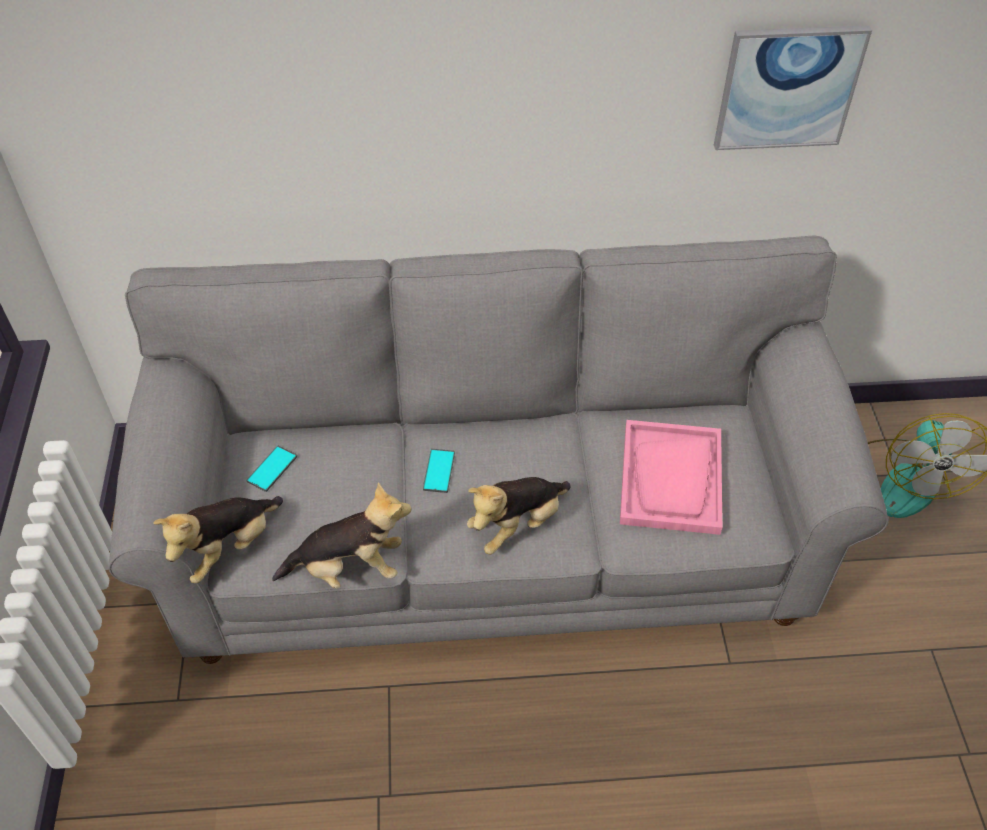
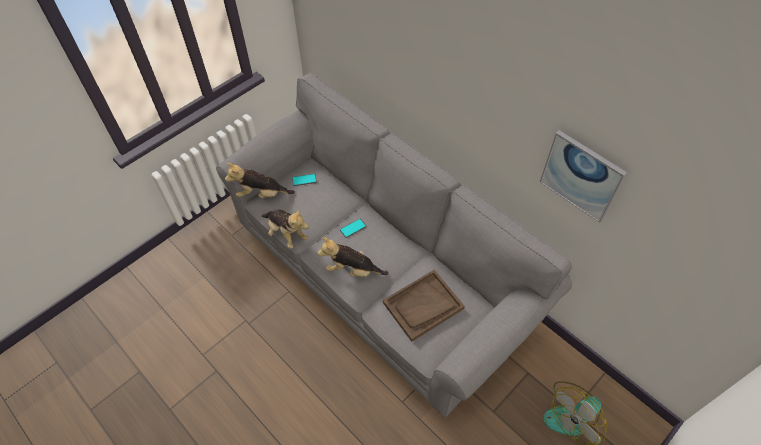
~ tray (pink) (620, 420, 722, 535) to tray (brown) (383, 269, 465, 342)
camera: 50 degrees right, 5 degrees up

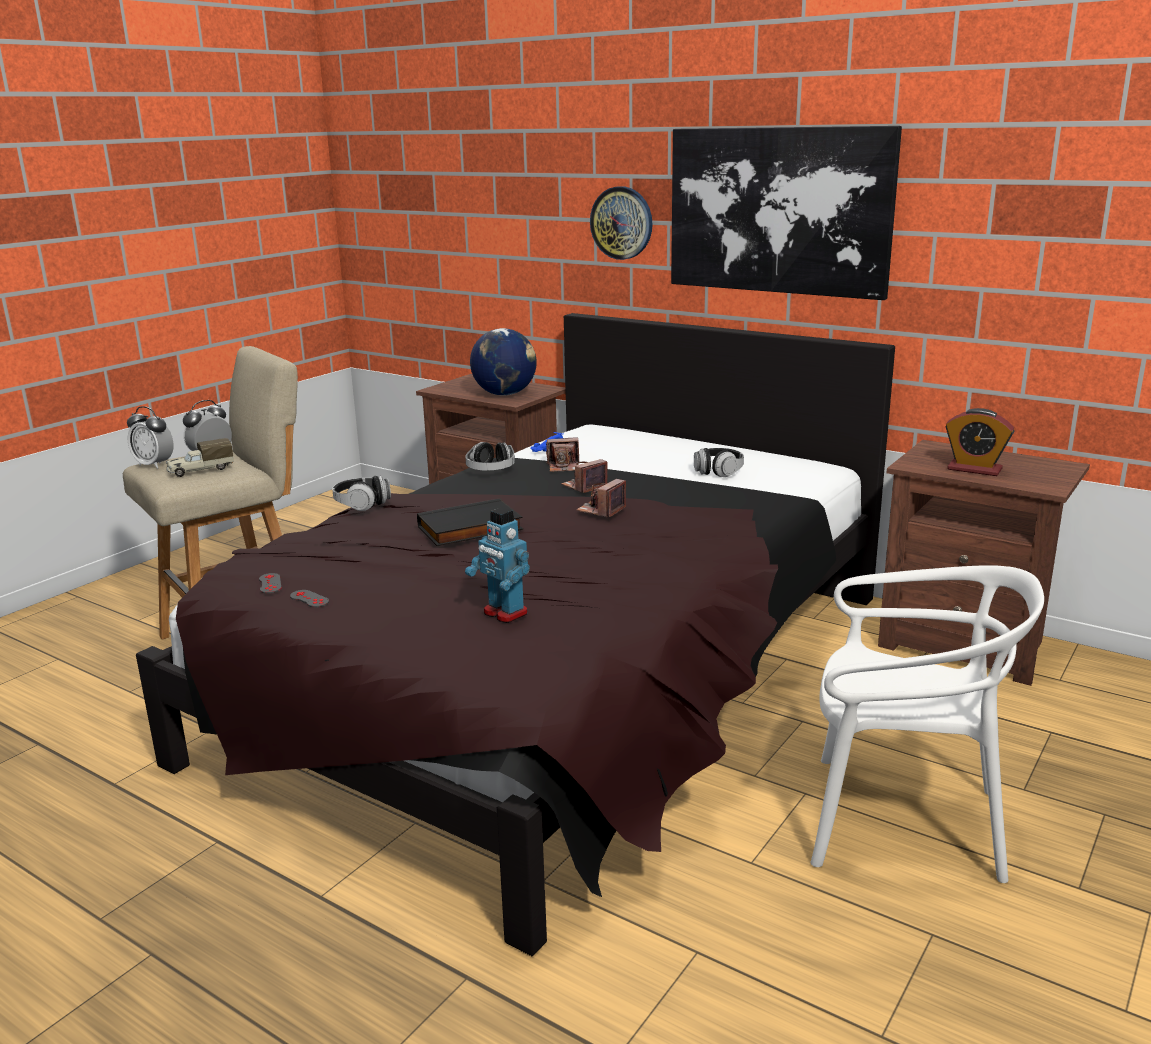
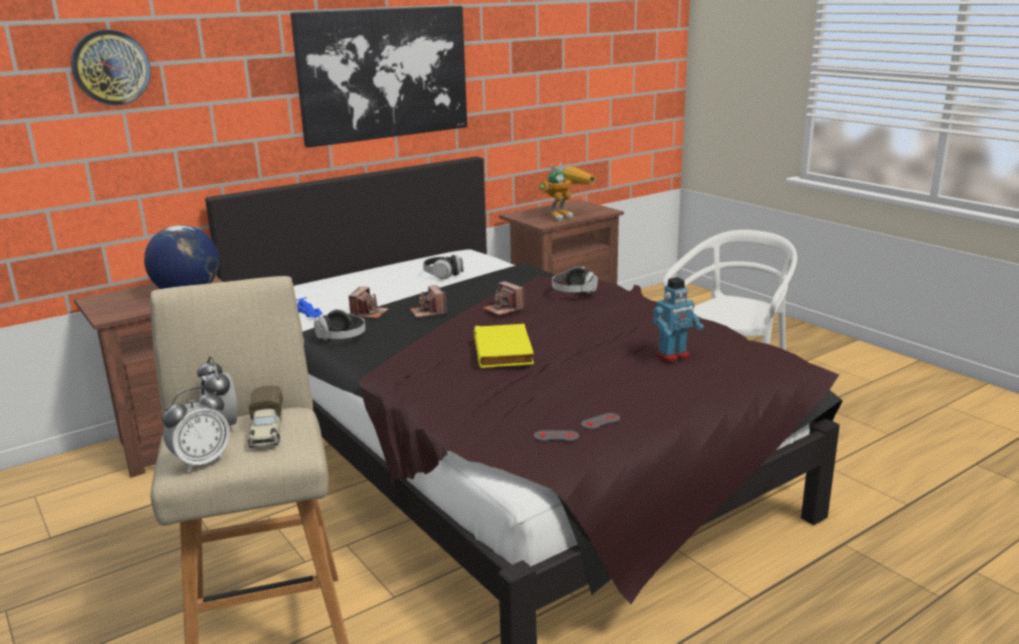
~ headphones (332, 476, 391, 511) to (552, 267, 598, 294)
~ wall clock (590, 186, 653, 260) to (71, 29, 151, 106)
~ alarm clock (946, 408, 1014, 476) to toy robot (539, 163, 596, 221)
~ book (black) (417, 498, 523, 546) to book (yellow) (474, 324, 534, 368)
camera: 70 degrees left, 0 degrees up

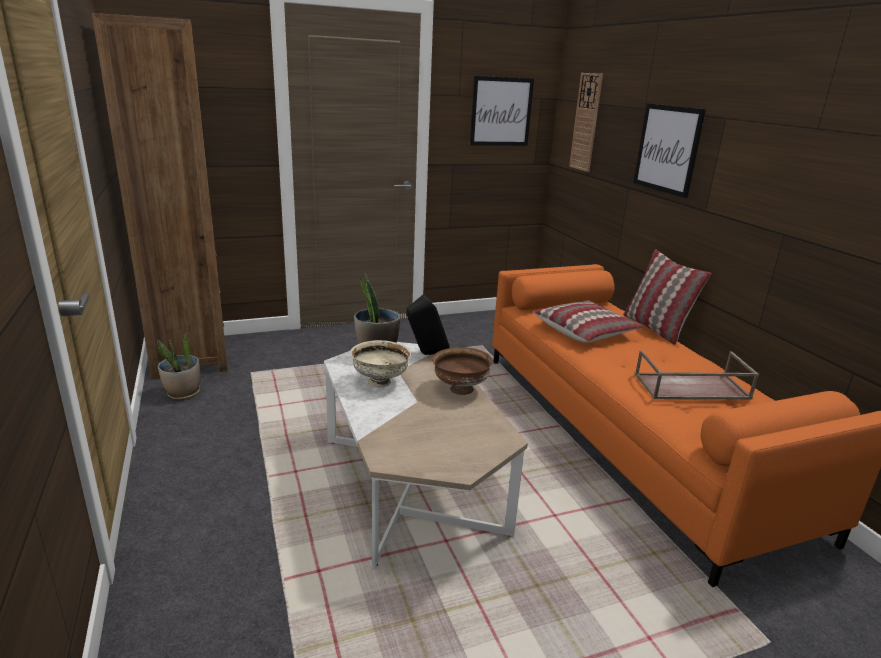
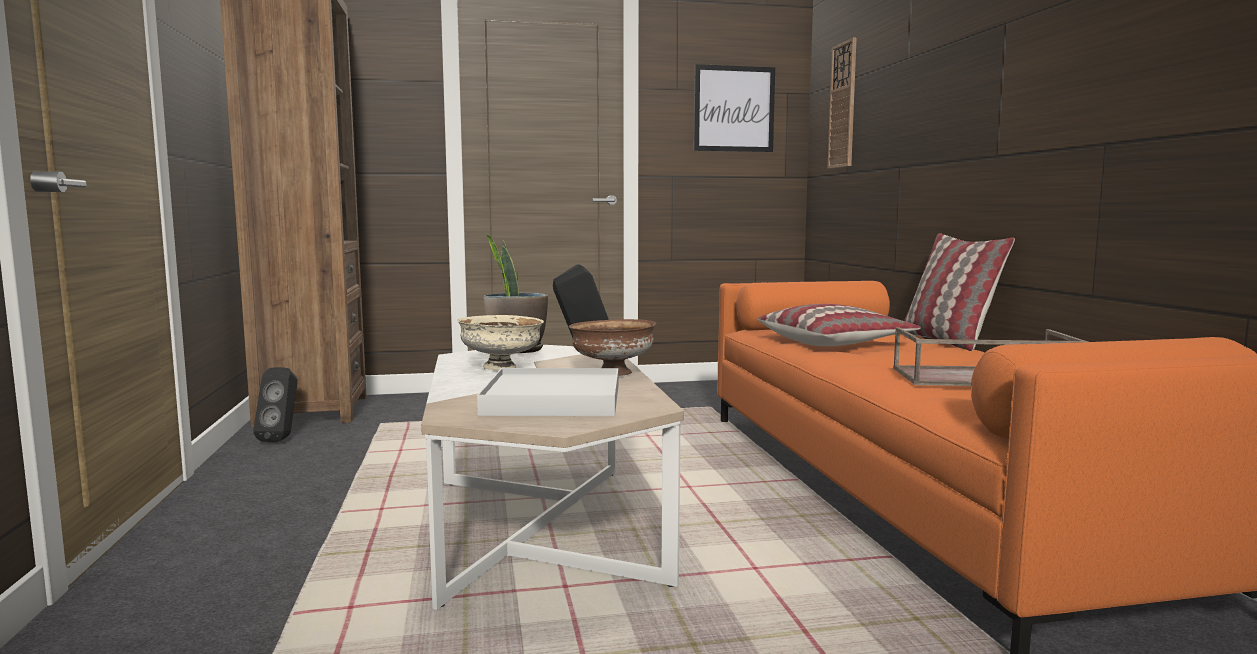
- picture (633, 103, 706, 198)
+ tray (white) (477, 368, 618, 416)
~ potted plant (157, 333, 201, 400) to speaker (black) (253, 367, 298, 442)
camera: 10 degrees right, 15 degrees down

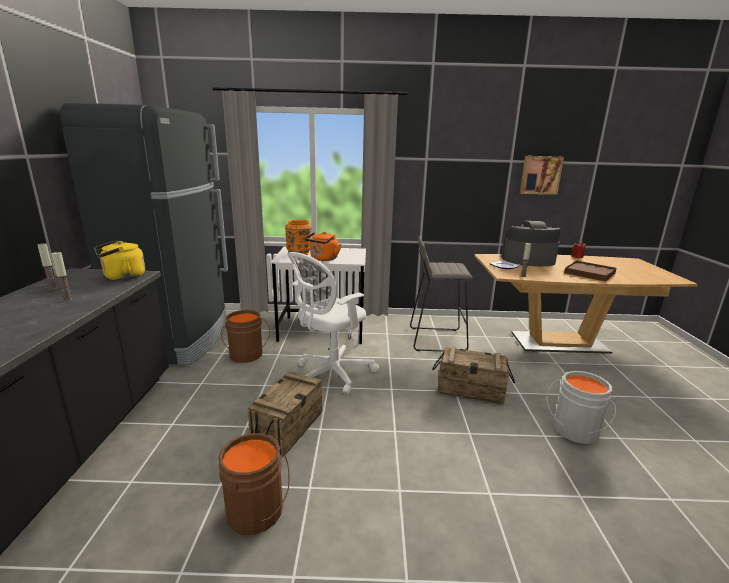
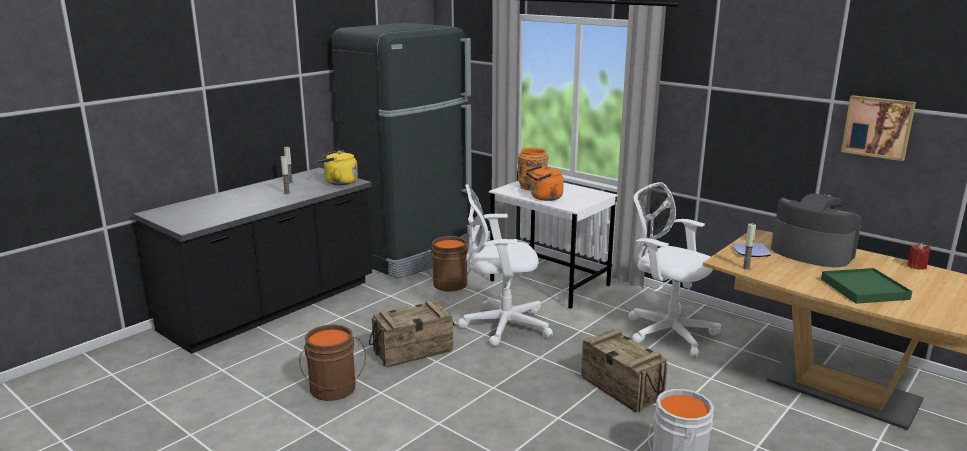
~ stool (grey) (410, 236, 473, 352) to office chair (white) (628, 182, 721, 357)
~ tray (brown) (564, 261, 617, 282) to tray (green) (821, 268, 912, 304)
camera: 40 degrees right, 0 degrees up

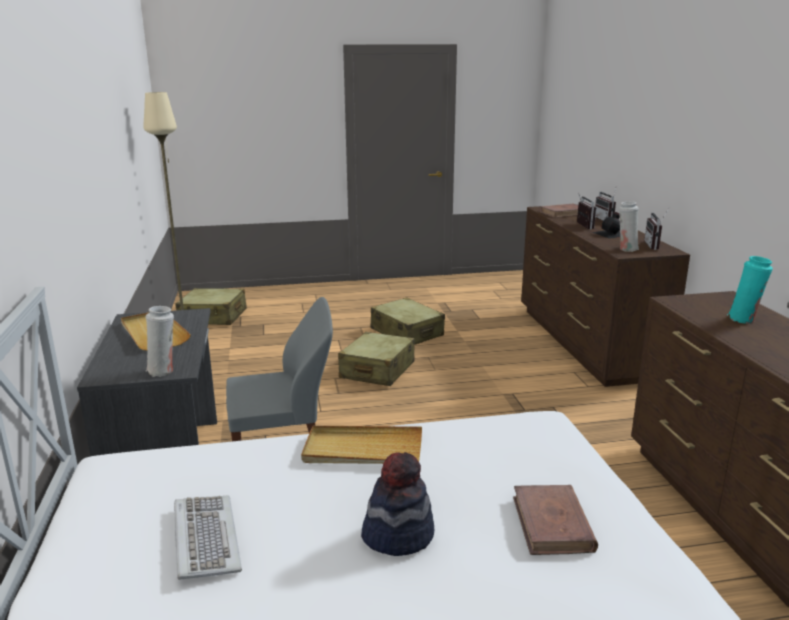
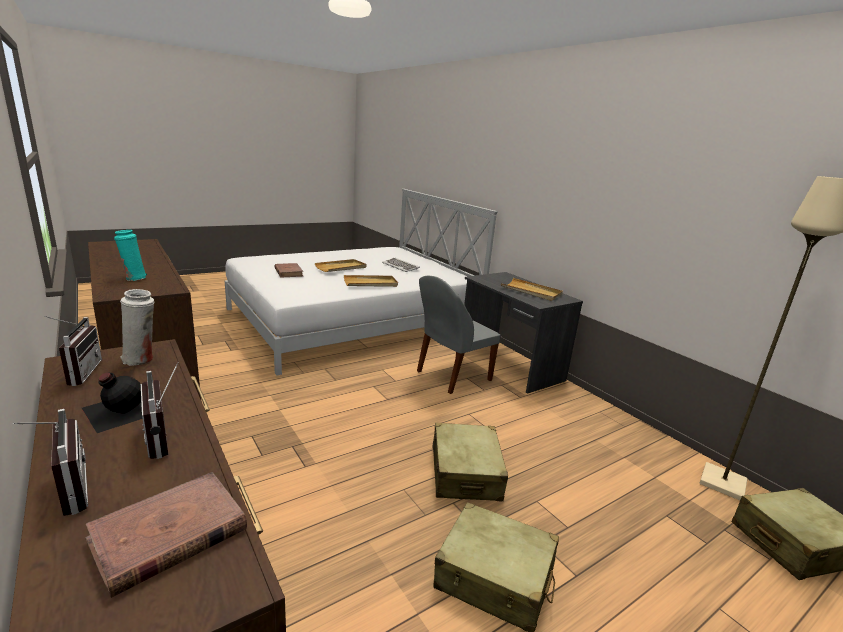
- vase (white) (145, 306, 174, 377)
~ hat (361, 452, 434, 556) to tray (beige) (315, 259, 367, 272)
camera: 155 degrees right, 0 degrees up

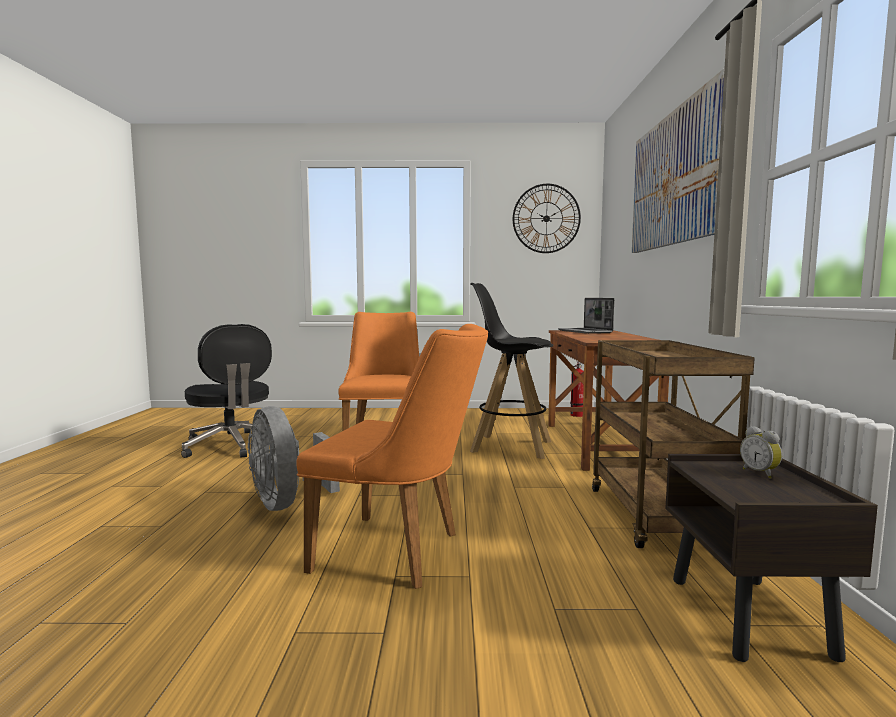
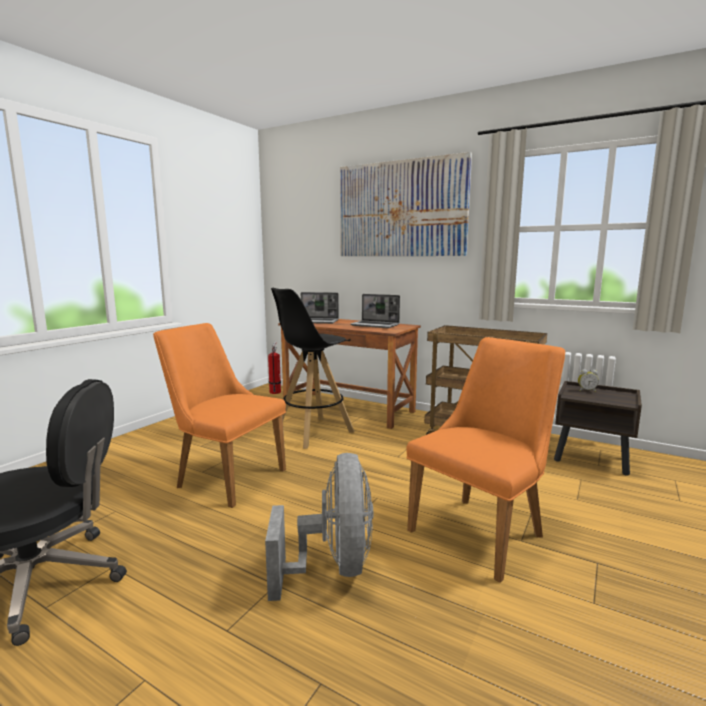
- wall clock (513, 184, 581, 253)
+ laptop (350, 294, 400, 328)
~ fan (grey) (248, 406, 340, 511) = (265, 453, 373, 601) 90 degrees counterclockwise
camera: 60 degrees left, 5 degrees up

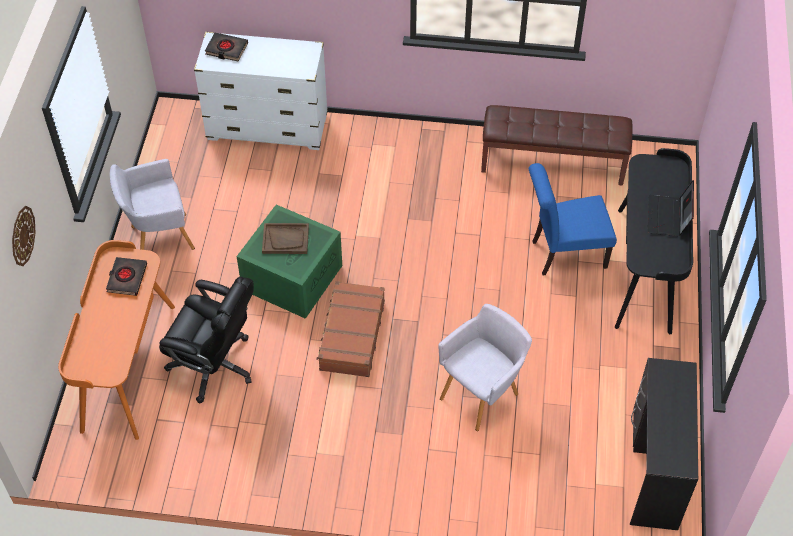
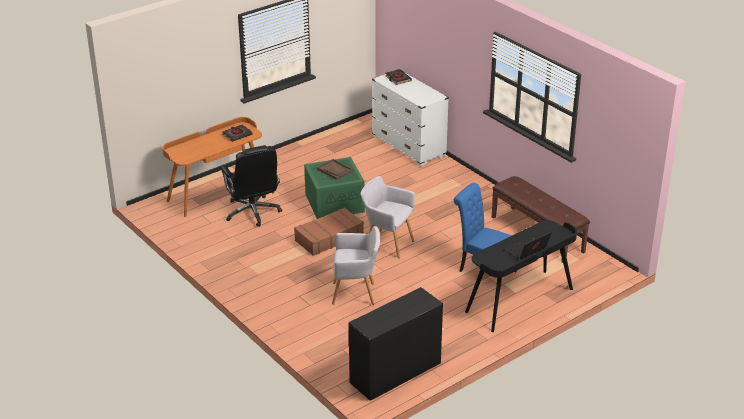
- wall clock (12, 206, 36, 266)
~ armchair (grey) (110, 159, 195, 250) to (360, 176, 415, 258)
camera: 45 degrees right, 20 degrees down

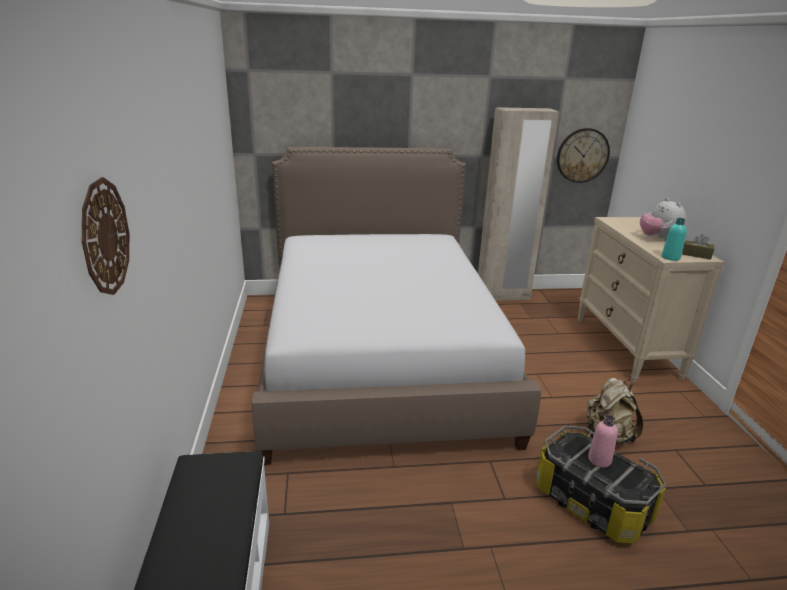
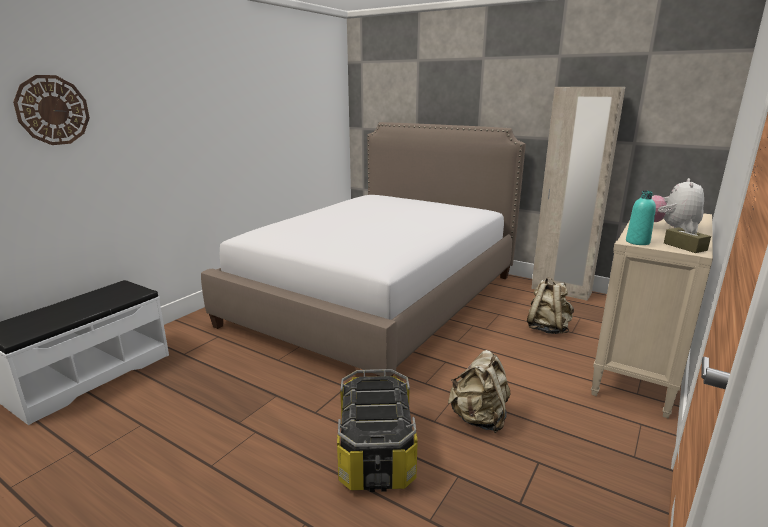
- wall clock (557, 128, 610, 183)
- bottle (pink) (588, 415, 618, 467)
+ backpack (beige) (527, 277, 574, 334)
camera: 40 degrees right, 5 degrees down

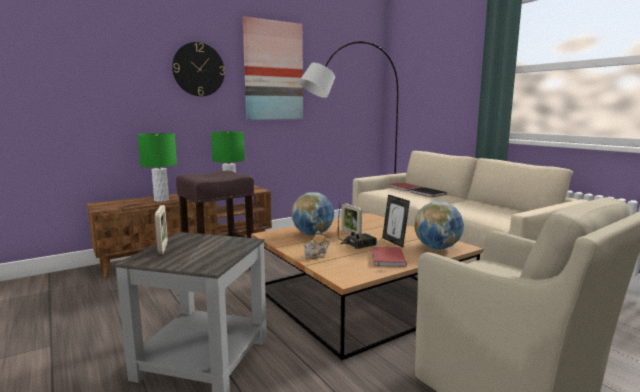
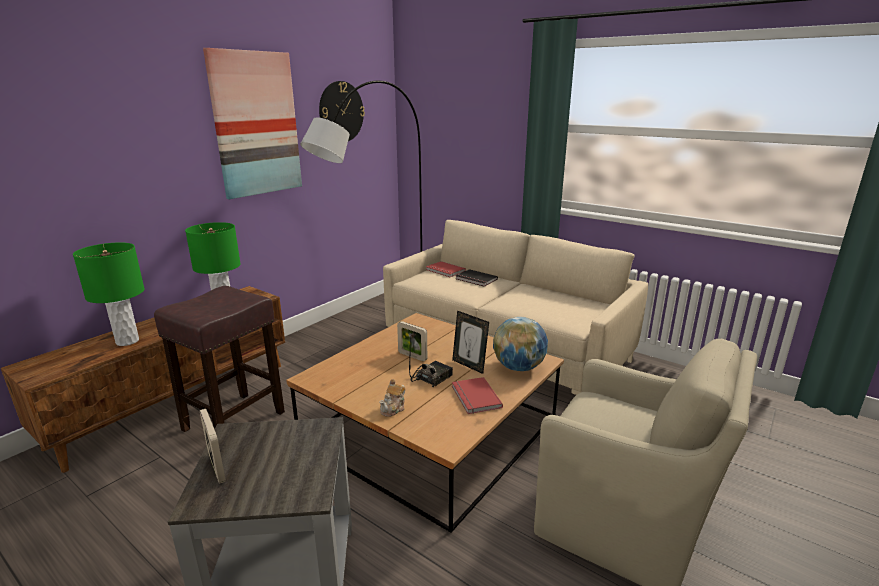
- globe (291, 192, 334, 235)
~ wall clock (172, 42, 225, 96) to (319, 81, 365, 141)
camera: 20 degrees left, 10 degrees up

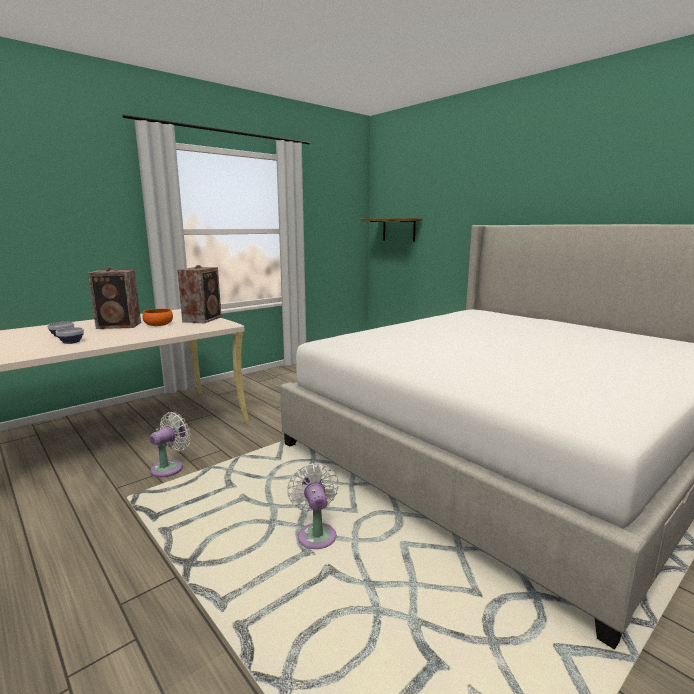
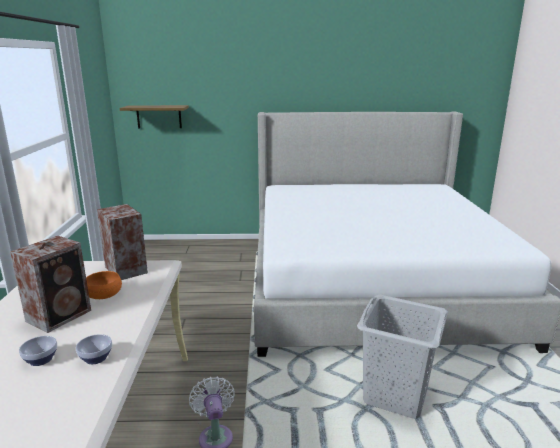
~ fan (white) (287, 463, 339, 549) to laundry basket (grey) (357, 294, 448, 419)
camera: 50 degrees left, 5 degrees up

